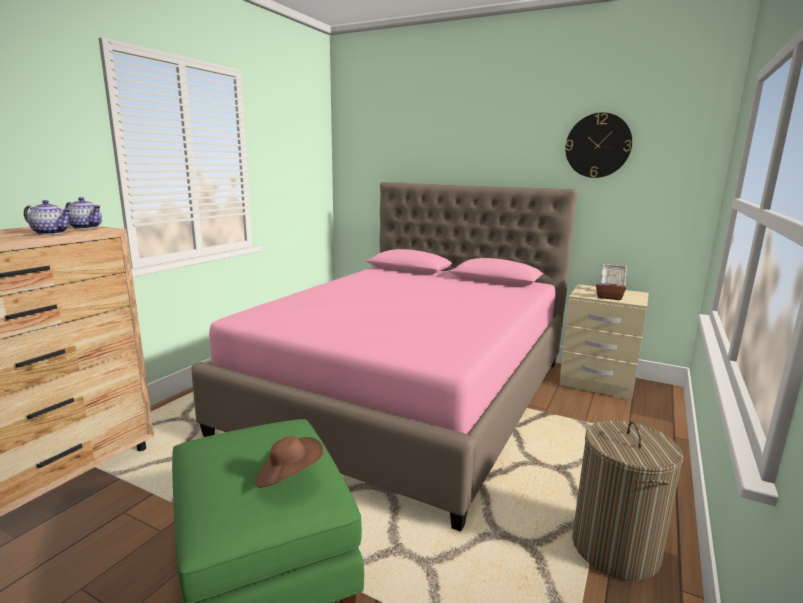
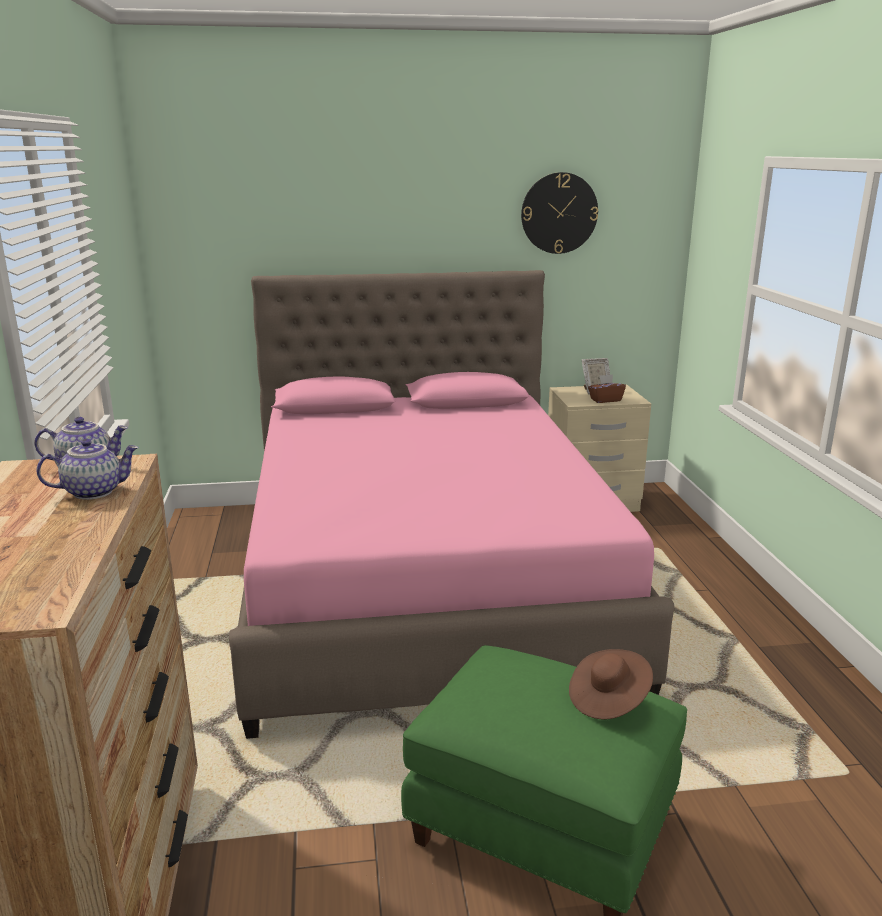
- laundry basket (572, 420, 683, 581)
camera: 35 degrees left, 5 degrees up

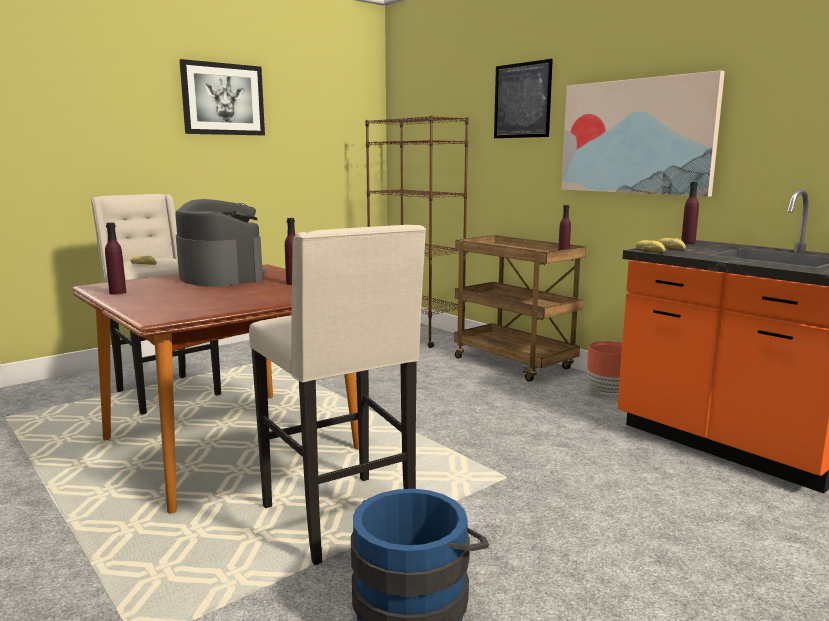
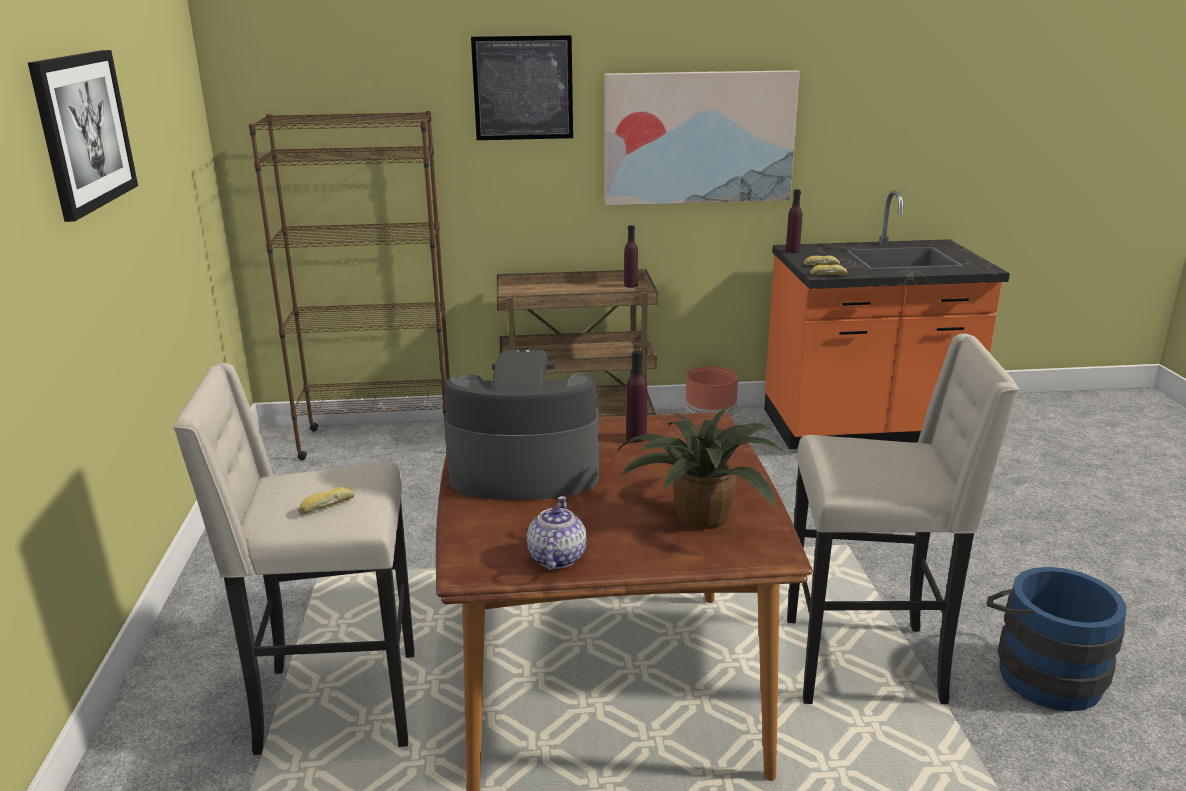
+ potted plant (616, 407, 783, 529)
~ bottle (purple) (105, 222, 126, 295) to teapot (527, 496, 586, 570)
camera: 55 degrees left, 10 degrees up

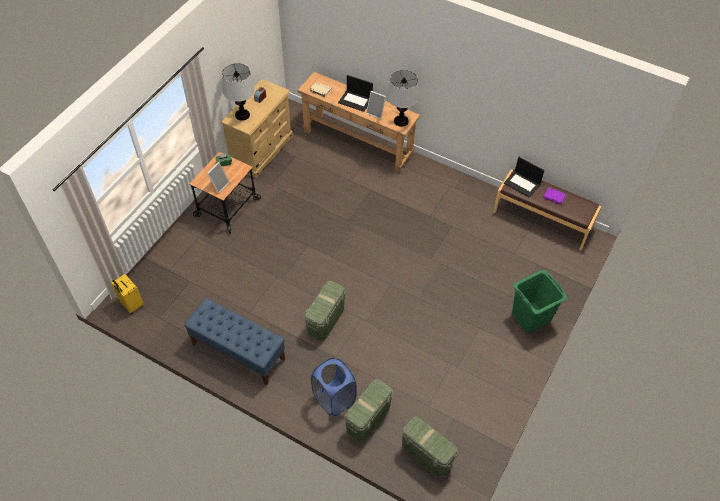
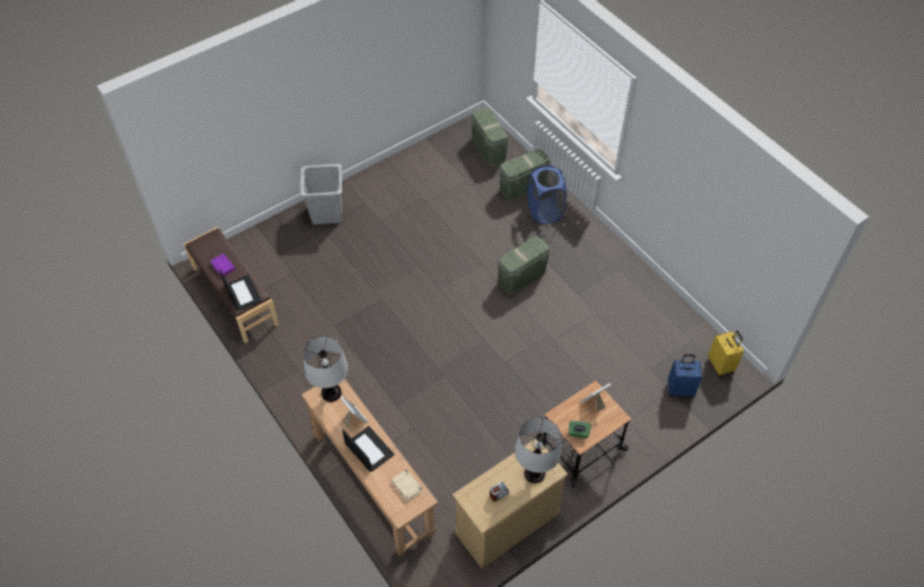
- bench (blue) (184, 298, 285, 385)
+ suitcase (blue) (668, 354, 702, 398)
~ laundry basket (green) (512, 270, 567, 333) to laundry basket (grey) (300, 164, 342, 224)
camera: 155 degrees left, 0 degrees up

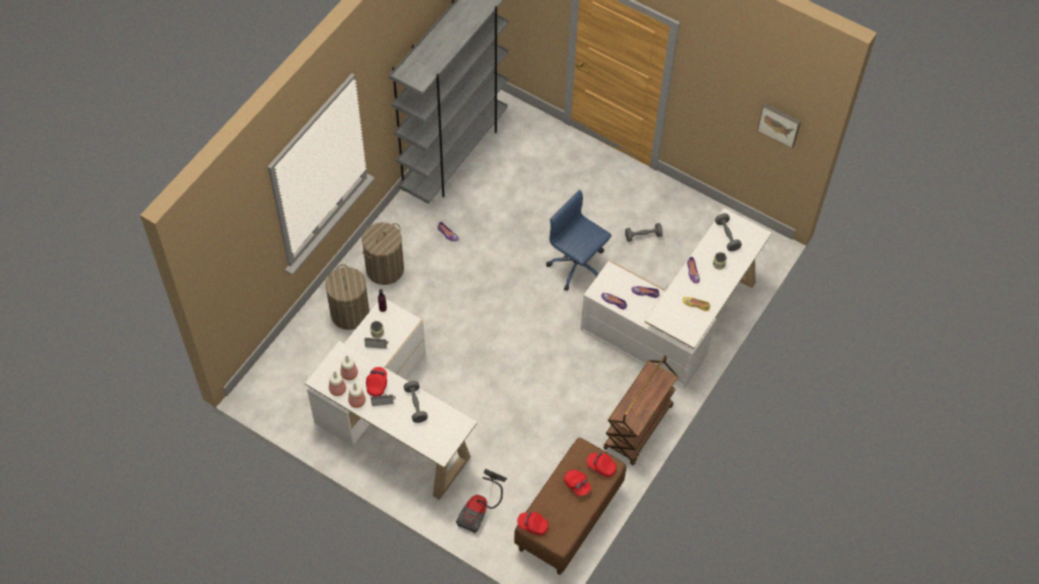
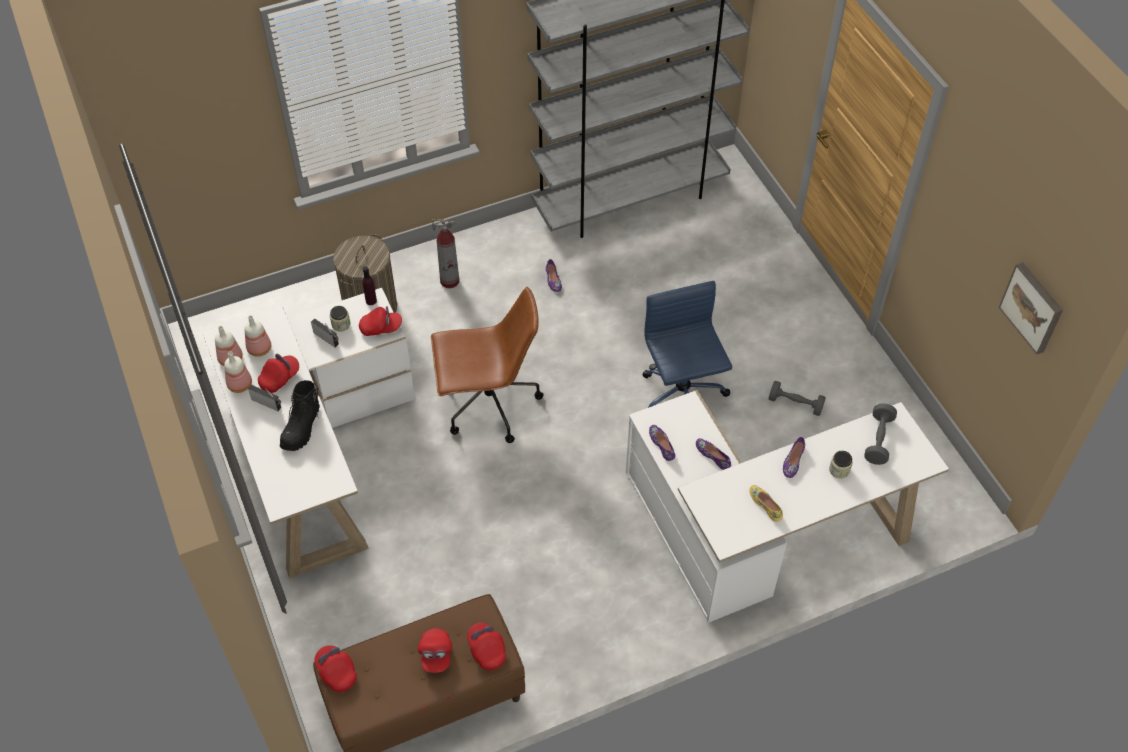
- vacuum cleaner (456, 469, 507, 533)
- cart (brown) (603, 356, 678, 465)
+ cap (red) (359, 306, 402, 336)
+ office chair (brown) (431, 287, 544, 443)
~ laundry basket (362, 222, 404, 285) to fire extinguisher (432, 219, 459, 288)
~ dumbbell (grey) (404, 381, 428, 423) to boot (black) (280, 380, 320, 451)
camera: 35 degrees right, 5 degrees down

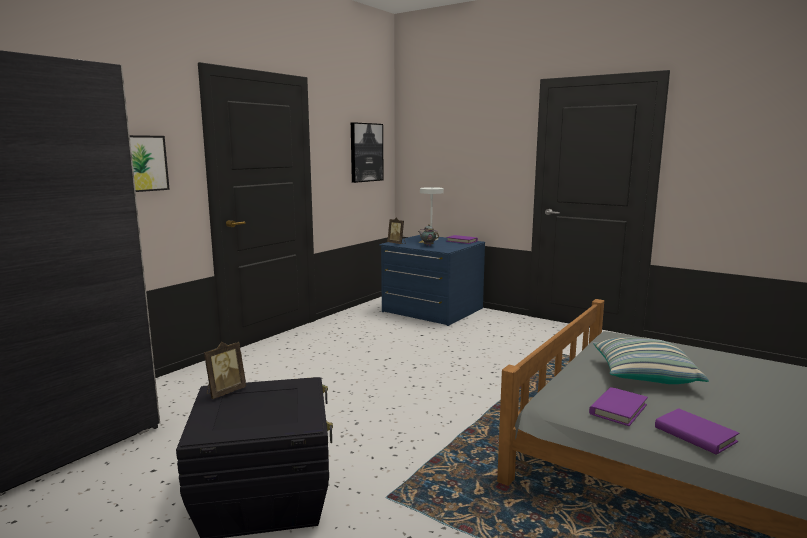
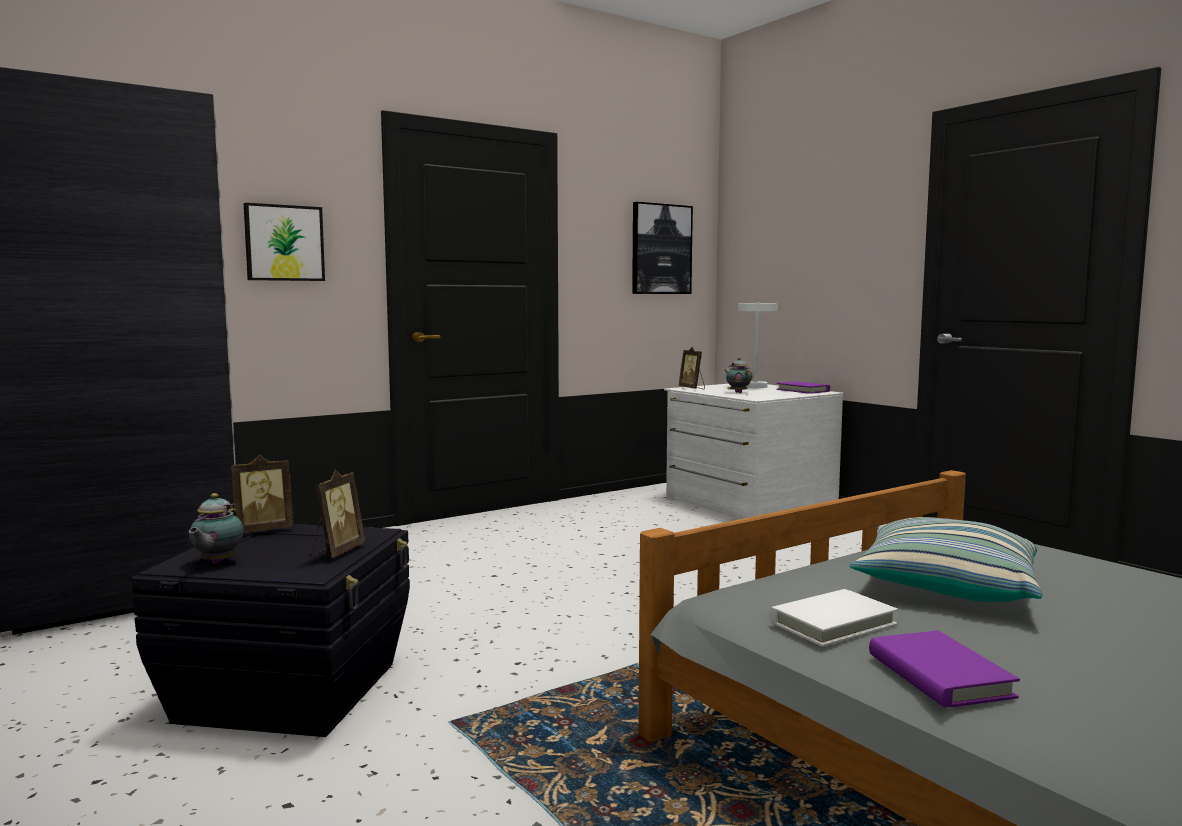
+ teapot (189, 493, 244, 564)
+ picture frame (310, 470, 365, 559)
~ dresser (blue) (379, 235, 485, 326) to dresser (white) (664, 384, 843, 519)
~ book (purple) (589, 387, 648, 426) to book (white) (769, 589, 898, 647)
camera: 20 degrees right, 5 degrees down

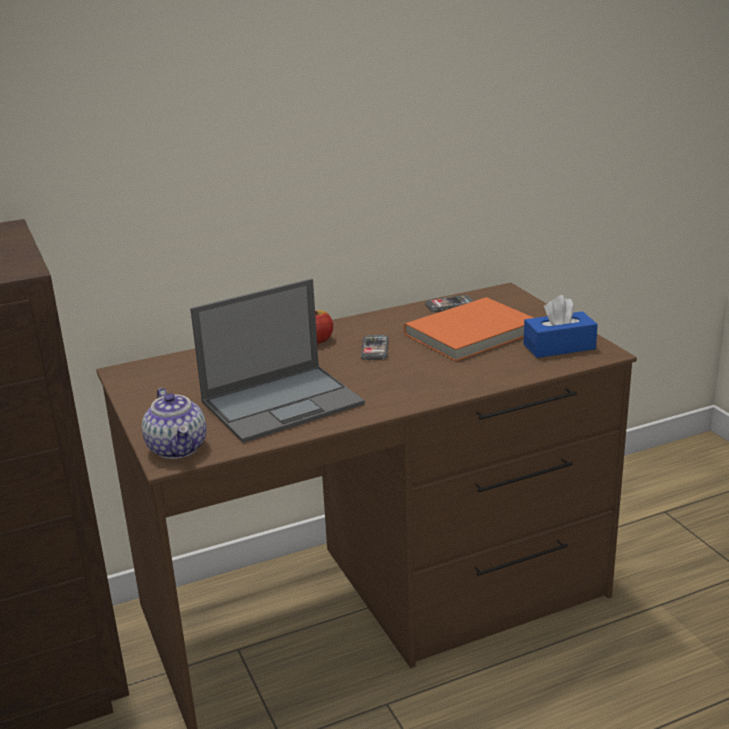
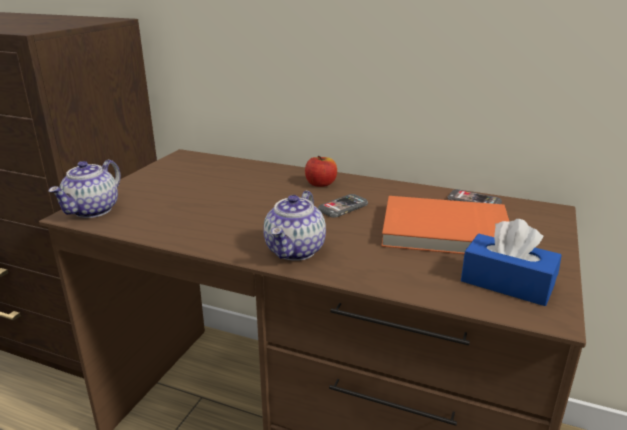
- laptop (190, 278, 365, 443)
+ teapot (263, 191, 326, 261)
camera: 45 degrees right, 0 degrees up

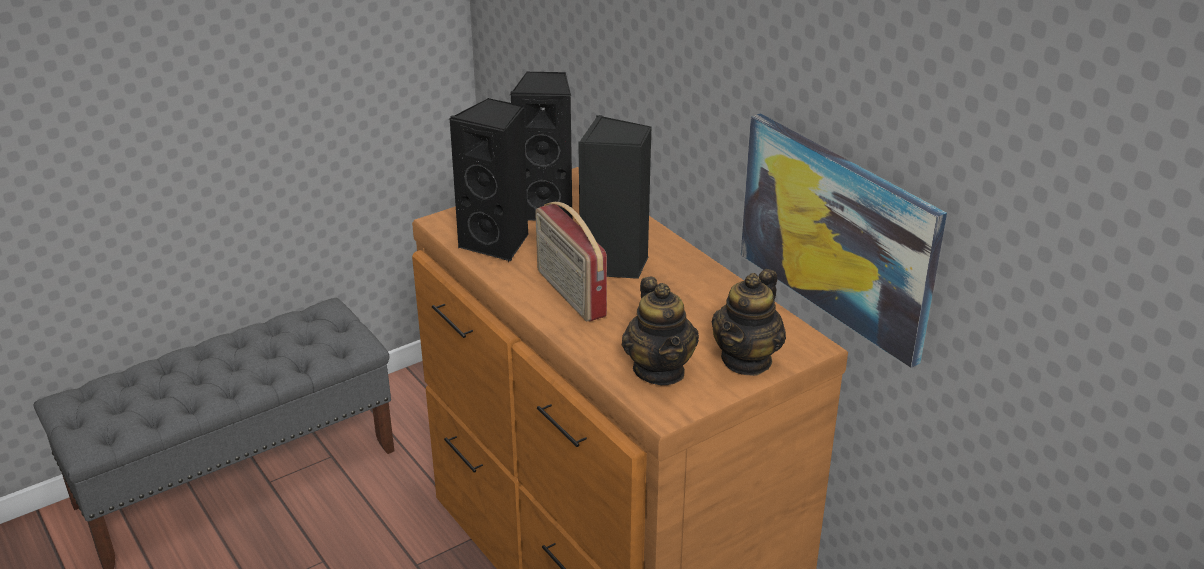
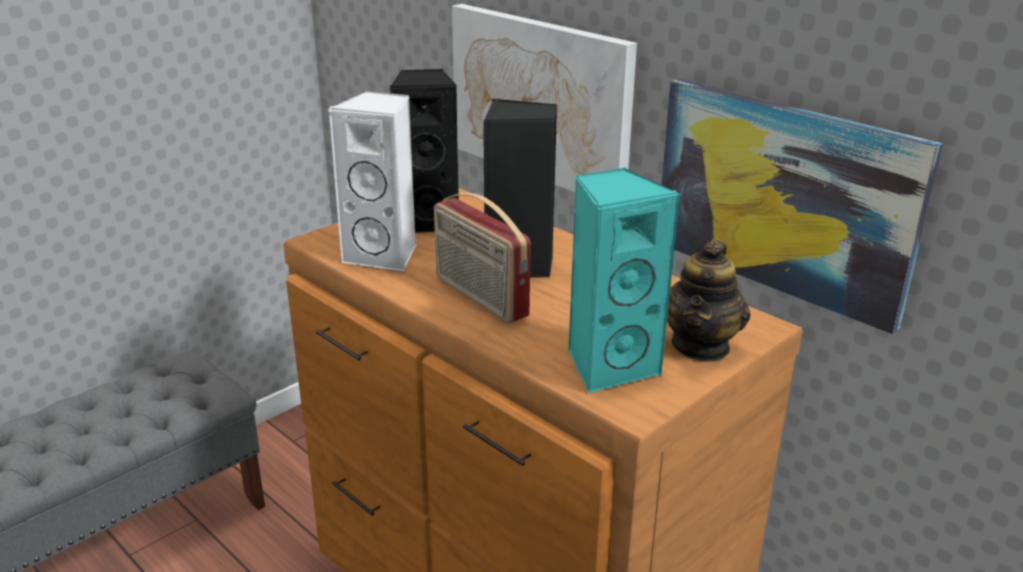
+ picture (452, 4, 637, 192)
~ teapot (622, 277, 699, 385) to speaker (turquoise) (568, 168, 681, 393)
~ speaker (black) (448, 98, 529, 262) to speaker (white) (327, 91, 416, 273)
camera: 10 degrees left, 5 degrees down

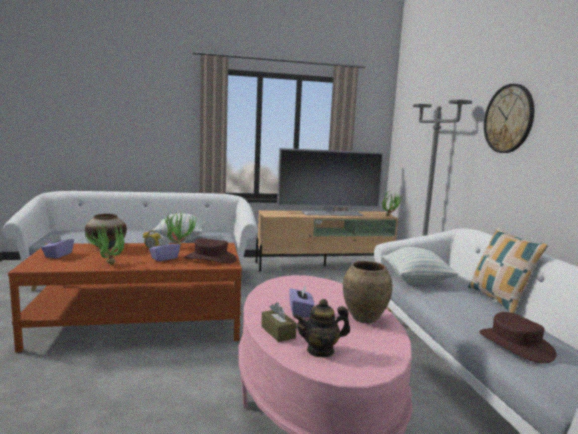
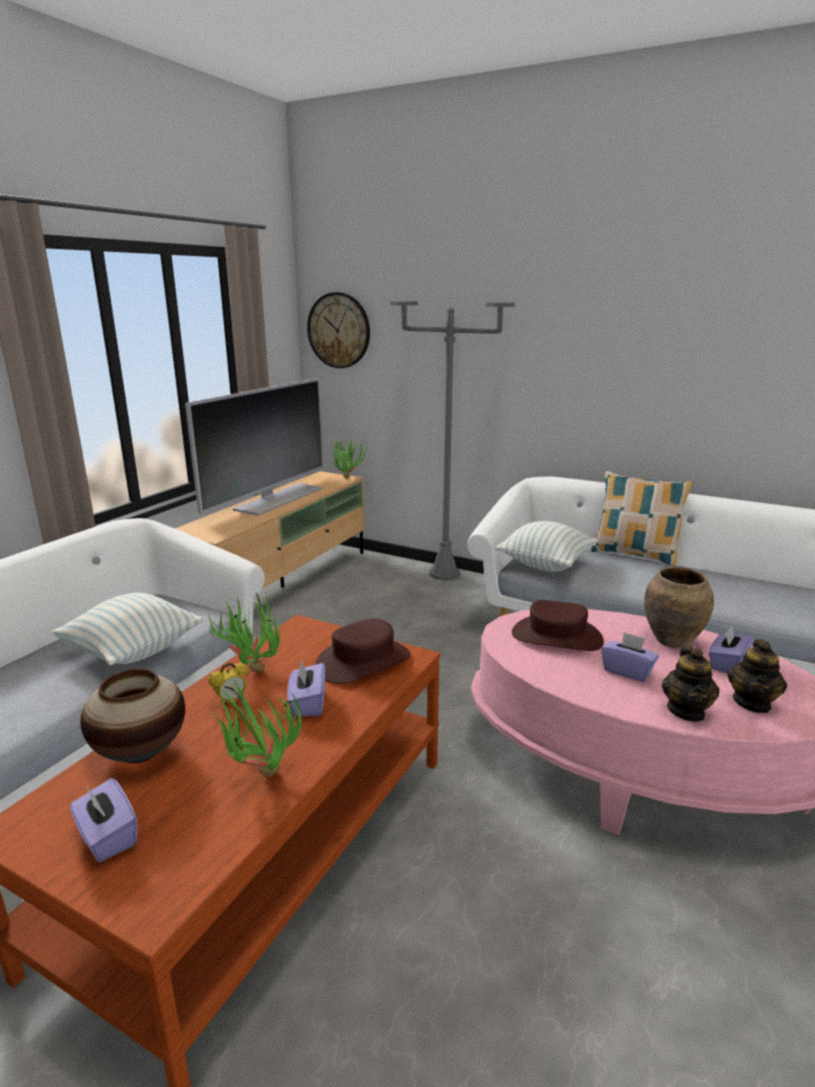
+ tissue box (purple) (709, 625, 754, 673)
~ hat (brown) (479, 312, 557, 363) to (512, 600, 604, 651)
~ wall clock (484, 84, 534, 153) to (307, 292, 370, 368)
~ tissue box (brown) (261, 302, 297, 342) to teapot (662, 645, 719, 722)
camera: 50 degrees left, 10 degrees up

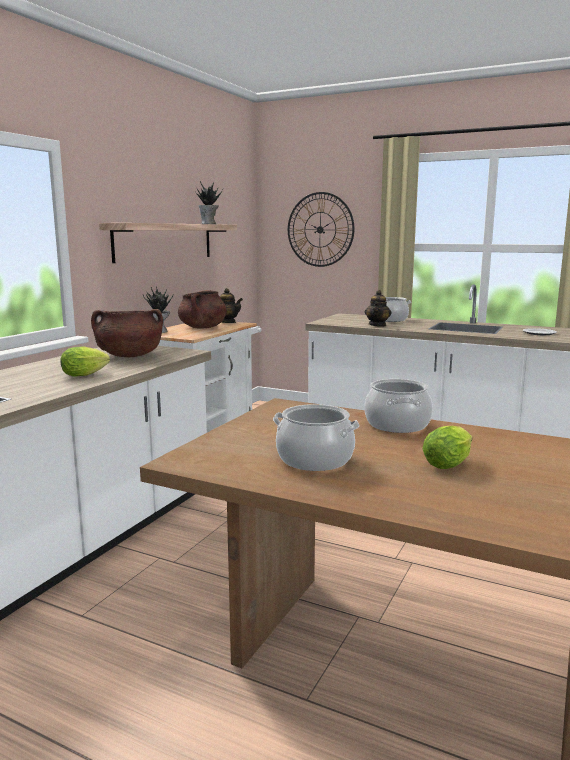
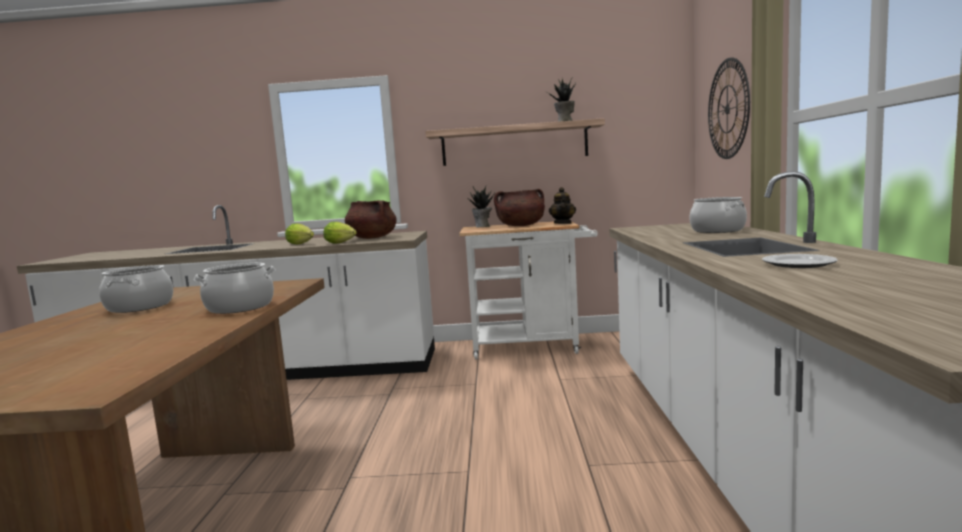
- teapot (365, 290, 391, 327)
~ lettuce (423, 426, 472, 469) to (323, 222, 357, 244)
camera: 65 degrees right, 5 degrees down

